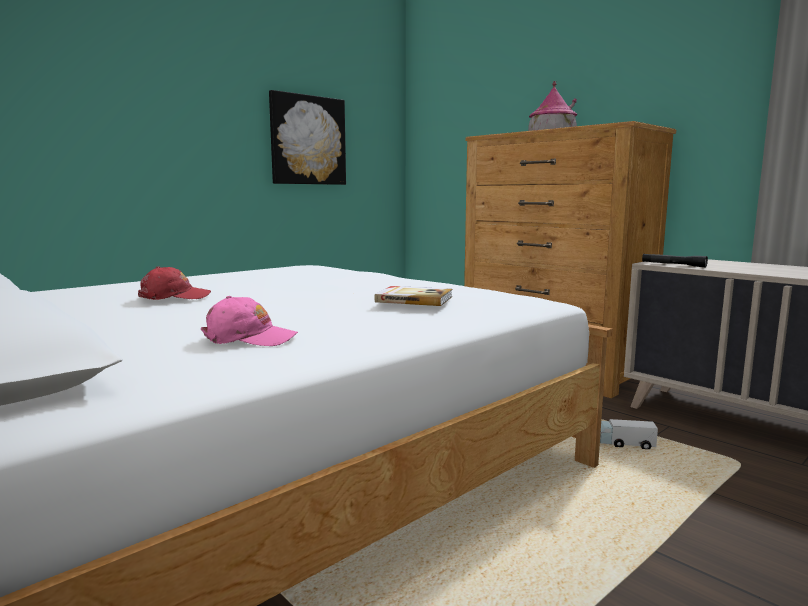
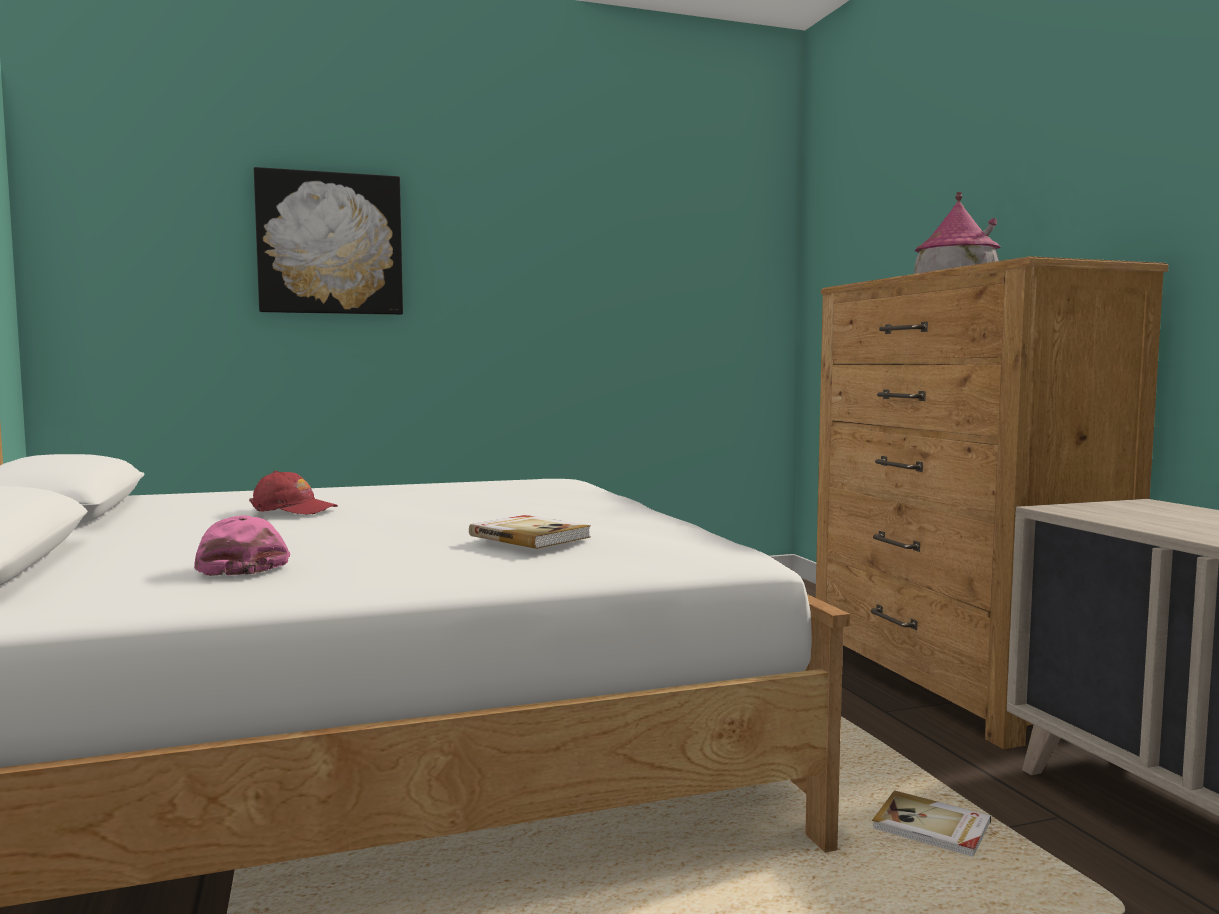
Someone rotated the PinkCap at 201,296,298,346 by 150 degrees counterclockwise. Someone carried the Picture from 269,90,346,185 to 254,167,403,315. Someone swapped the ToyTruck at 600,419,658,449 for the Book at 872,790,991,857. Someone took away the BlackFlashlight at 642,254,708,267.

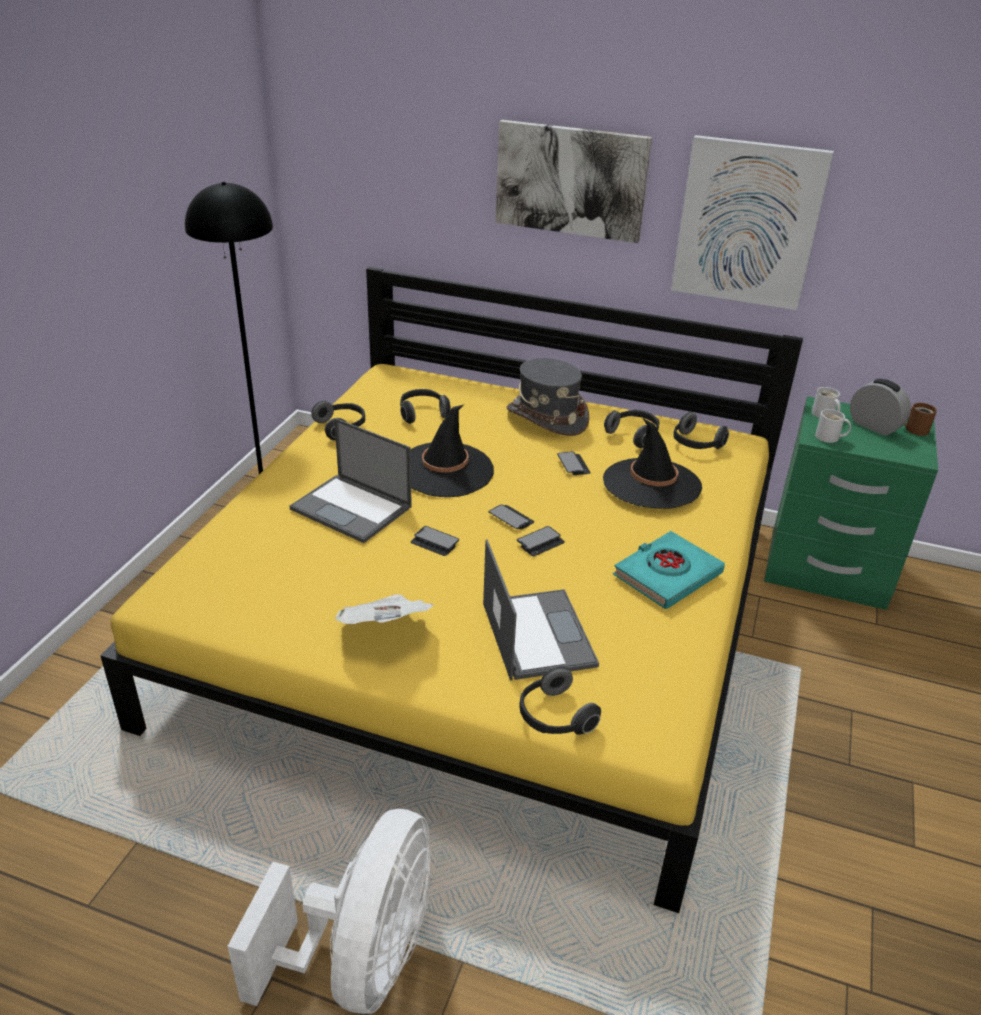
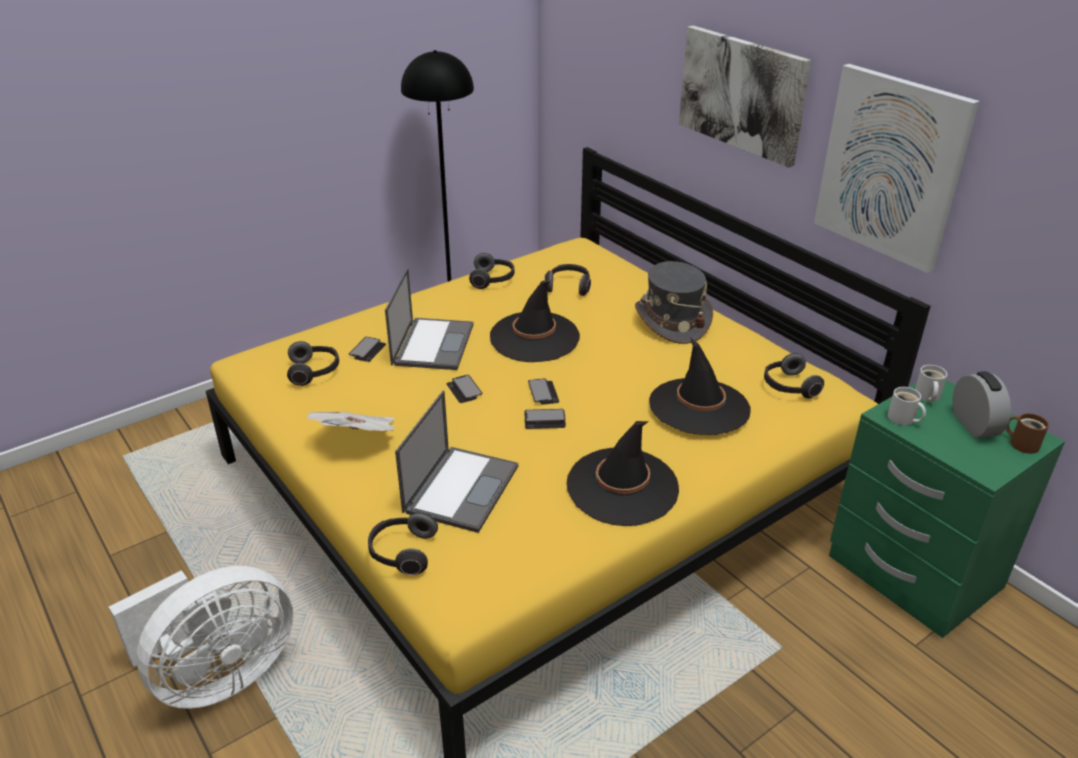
Someone carried the Headphones from 604,410,659,448 to 287,341,339,386. Someone carried the Phone from 557,452,591,475 to 349,337,386,362. Someone rotated the Laptop at 290,418,412,543 by 150 degrees counterclockwise. Someone swapped the TurquoiseBook at 613,531,725,609 for the BlackHat at 567,421,679,526.

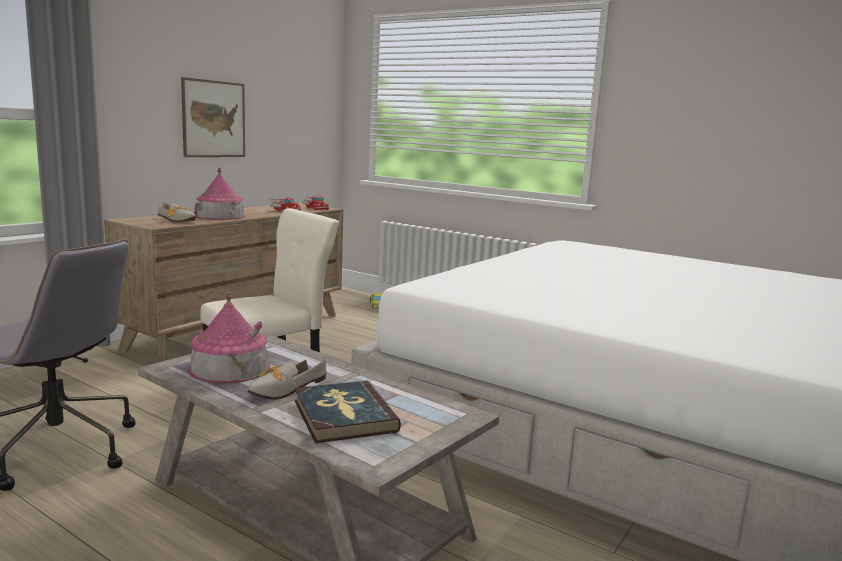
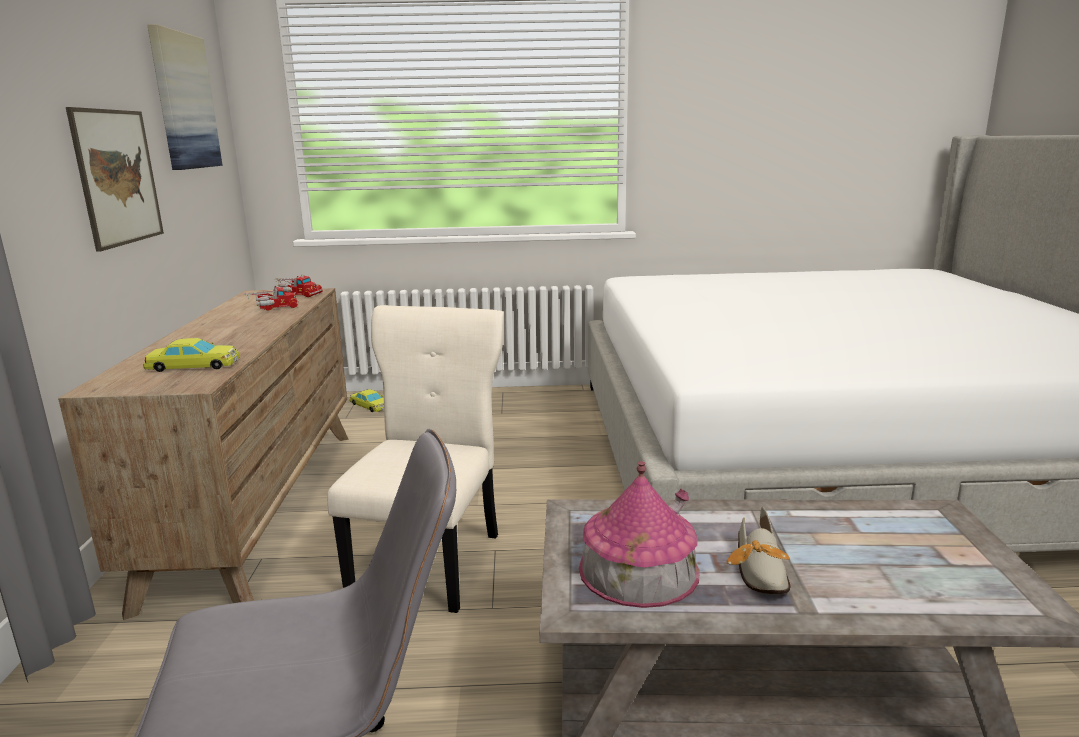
Someone swapped the Shoe at 157,202,196,222 for the YellowToyCar at 143,338,240,372. Someone put up the Picture at 147,24,223,170. Someone took away the ToyHouse at 194,168,245,220. Someone took away the Book at 294,381,401,443.

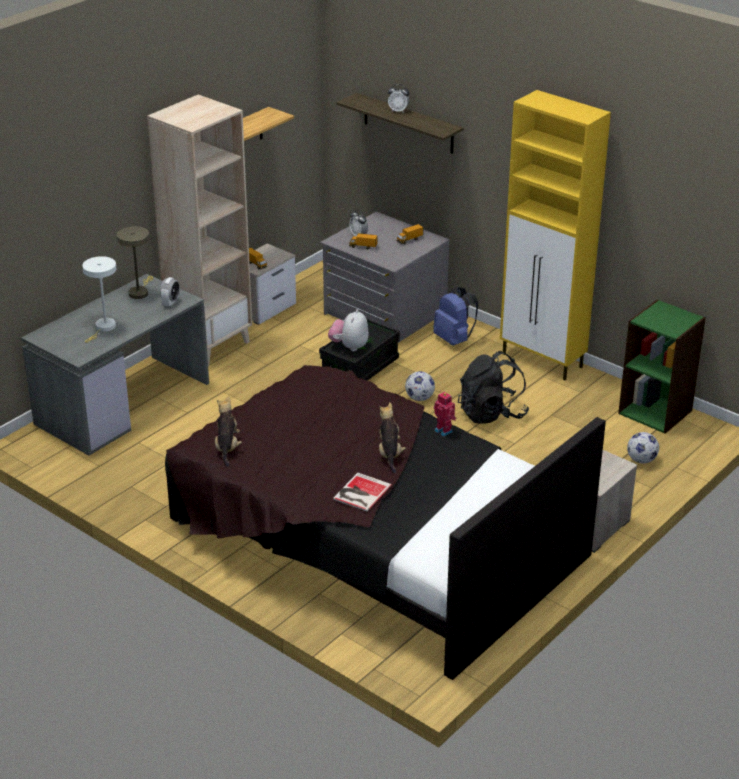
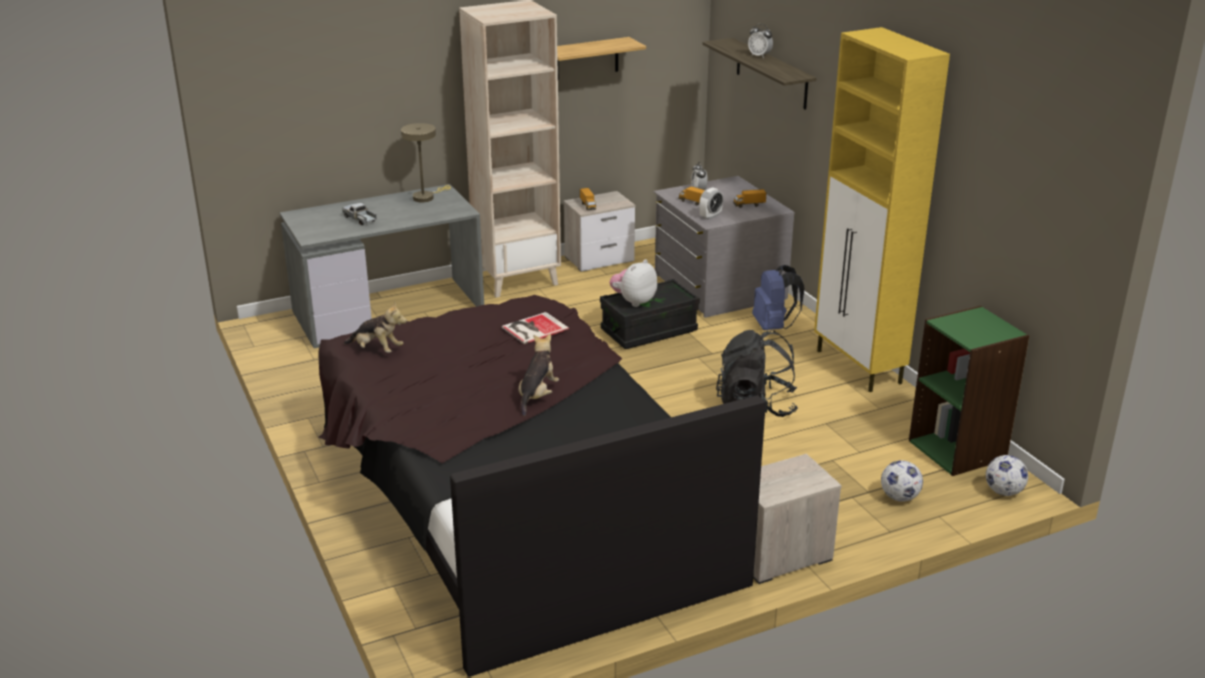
Someone swapped the WhiteTableLamp at 82,256,117,343 for the ToyTruck at 342,203,377,225. Someone rotated the PlushToy at 215,396,242,467 by 90 degrees clockwise. Someone carried the Book from 333,473,392,512 to 502,312,569,344. Someone carried the AlarmClock from 160,277,180,307 to 699,187,723,220. Someone carried the Football from 405,371,435,401 to 986,455,1028,496. Someone took away the ToyRobot at 434,392,457,437.

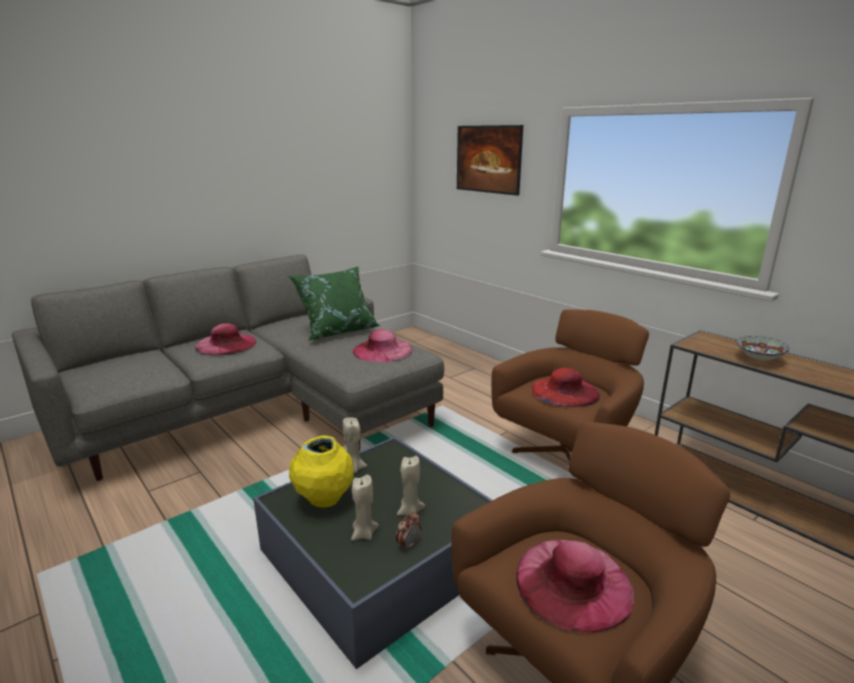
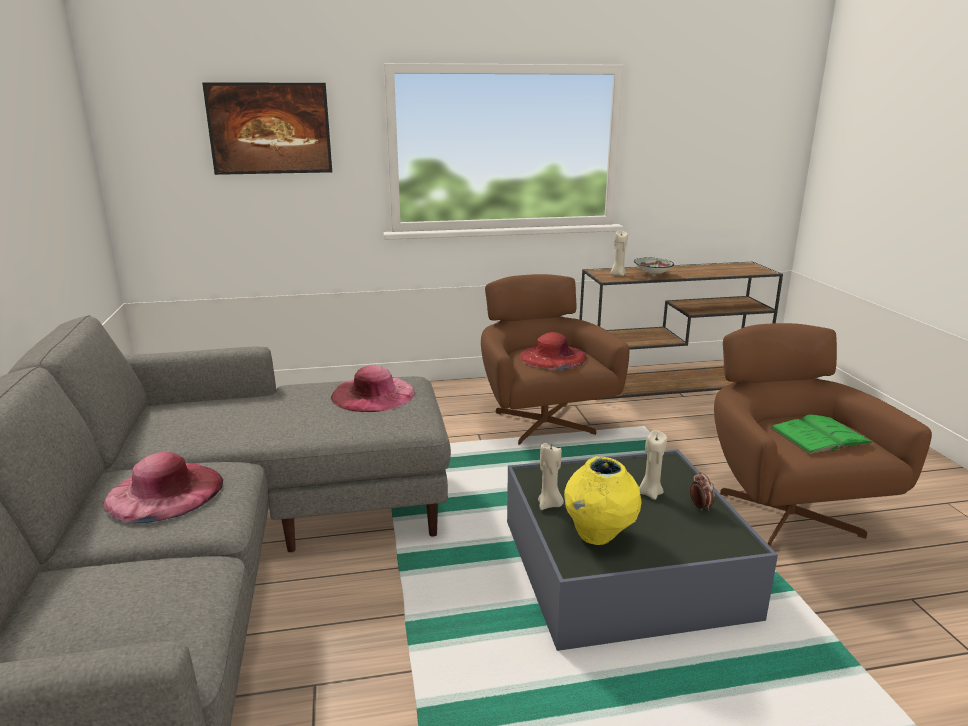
Someone carried the BeigeCandle from 351,475,379,541 to 611,230,628,276. Someone swapped the PinkHat at 516,540,634,633 for the GreenBook at 770,415,874,454. Someone took away the GreenPillow at 289,267,381,341.

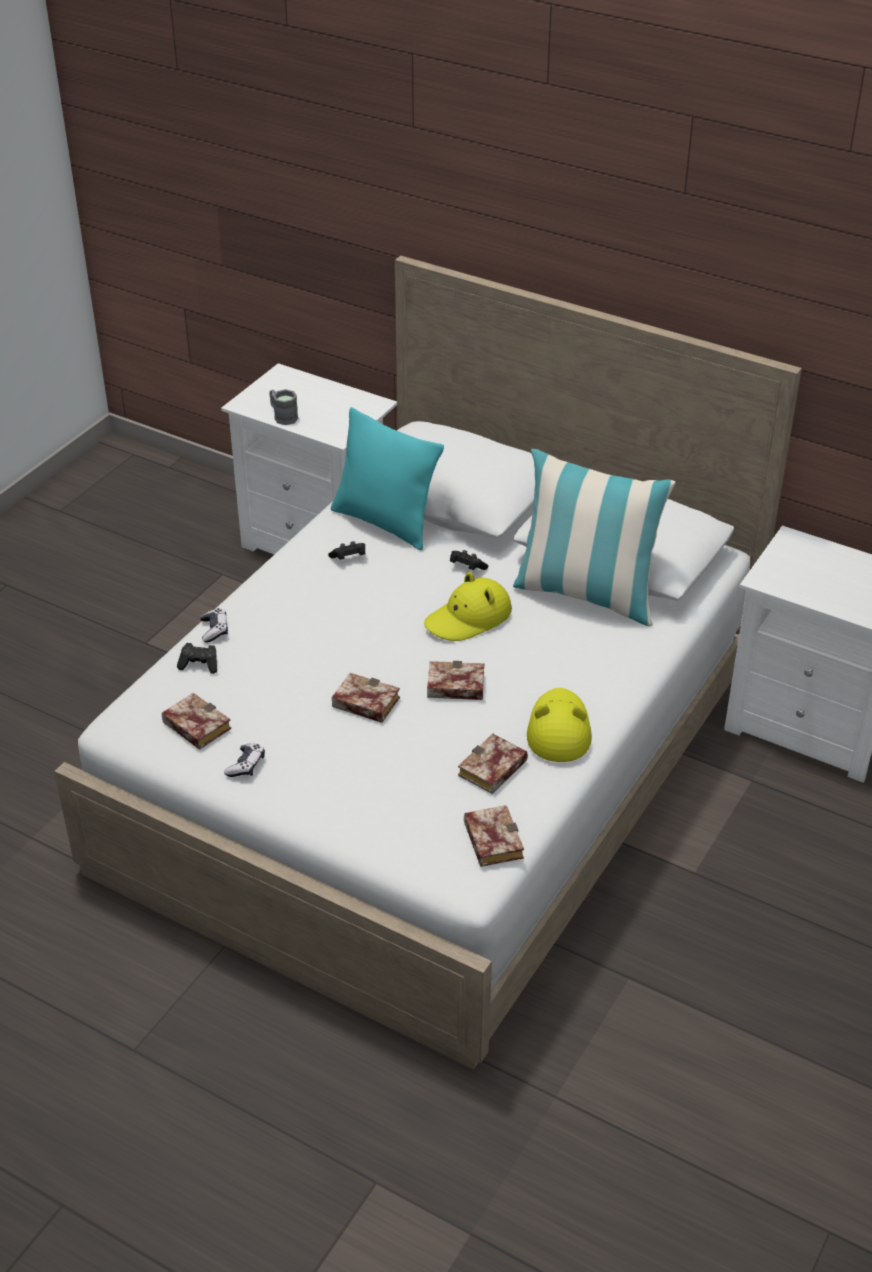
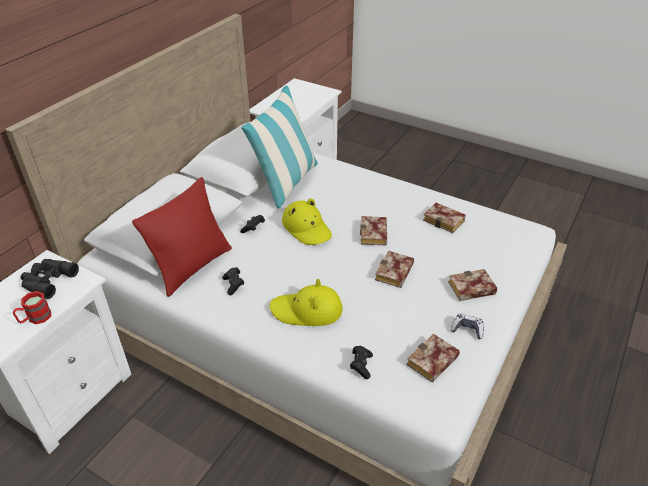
Someone repainted the GreyMug at 269,389,298,425, which became the RedMug at 13,291,51,324. Someone put down the BlackBinoculars at 21,259,79,299. Someone repainted the TurquoisePillow at 331,407,444,551, which became the RedPillow at 132,177,232,297. Someone carried the YellowHat from 527,688,592,762 to 270,279,343,326. Someone carried the Book from 464,805,524,867 to 448,269,497,301. Someone took away the GameController at 200,608,228,643.

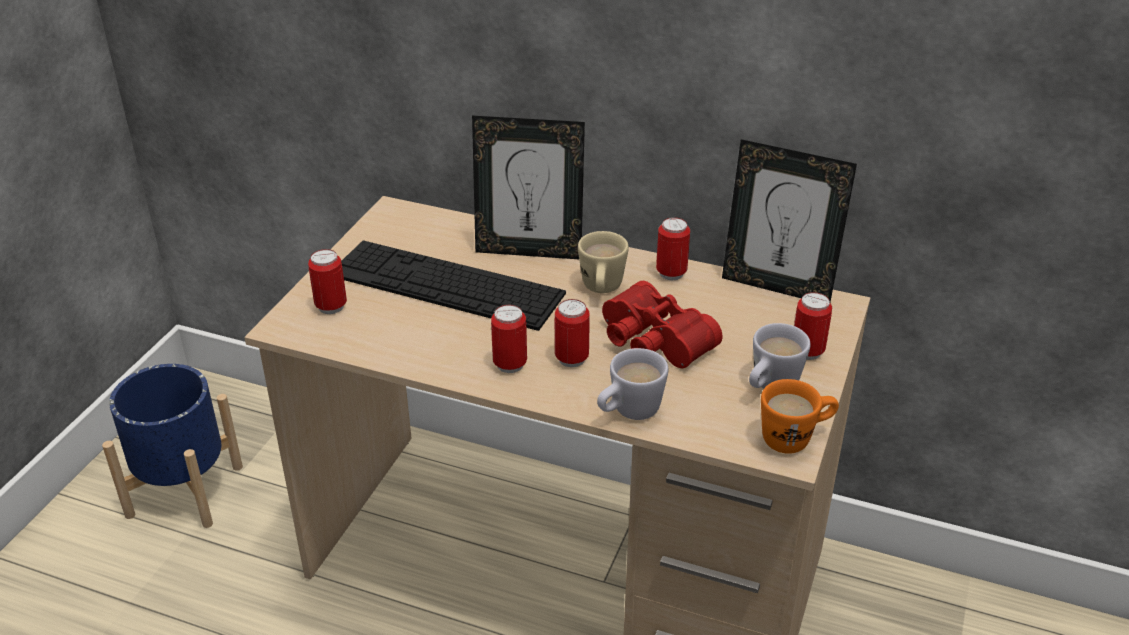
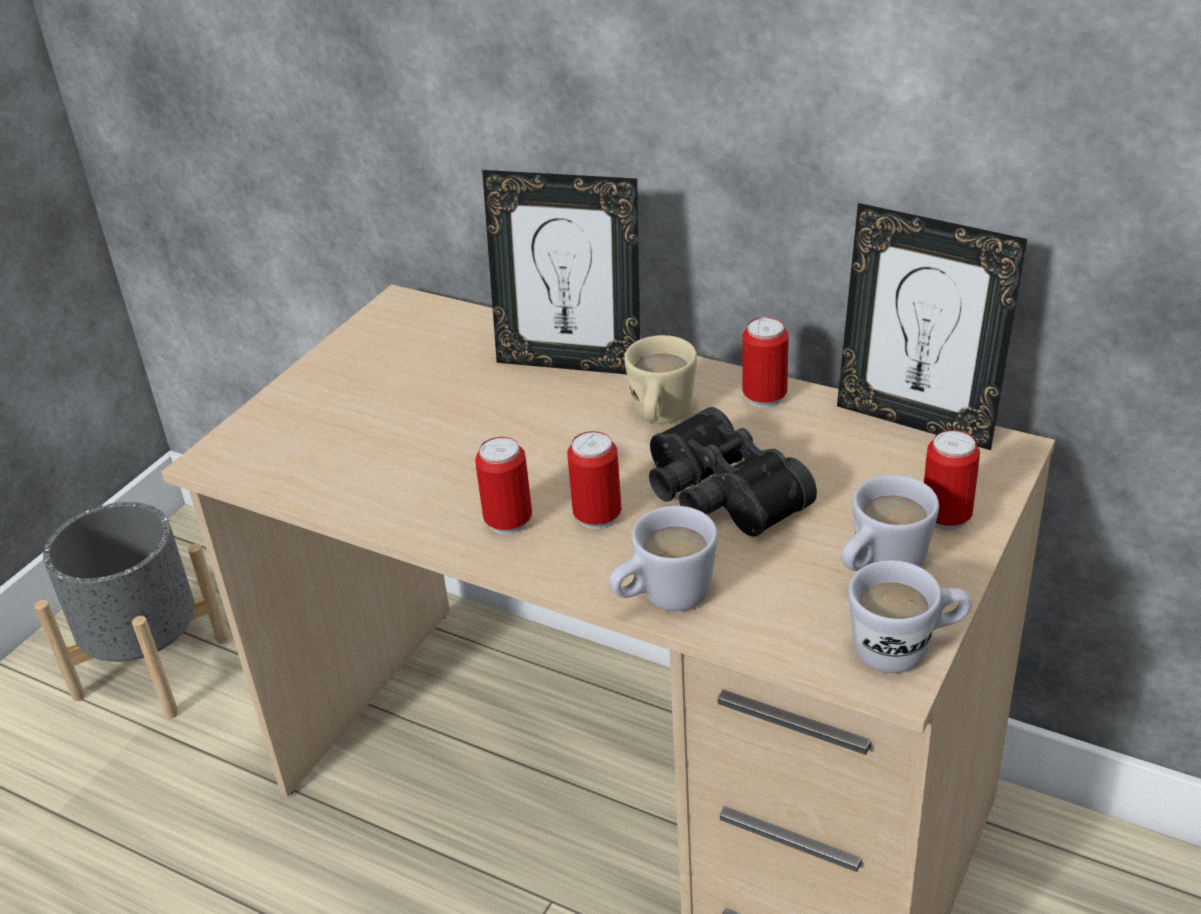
Someone repainted the BluePlanter at 102,364,243,528, which became the GreyPlanter at 34,502,229,719. Someone repainted the RedBinoculars at 602,281,722,368, which became the BlackBinoculars at 649,407,817,537. Someone repainted the OrangeMug at 761,379,839,454, which became the WhiteMug at 848,560,971,673. Someone took away the Can at 308,249,347,314. Someone took away the Keyboard at 341,241,566,331.

